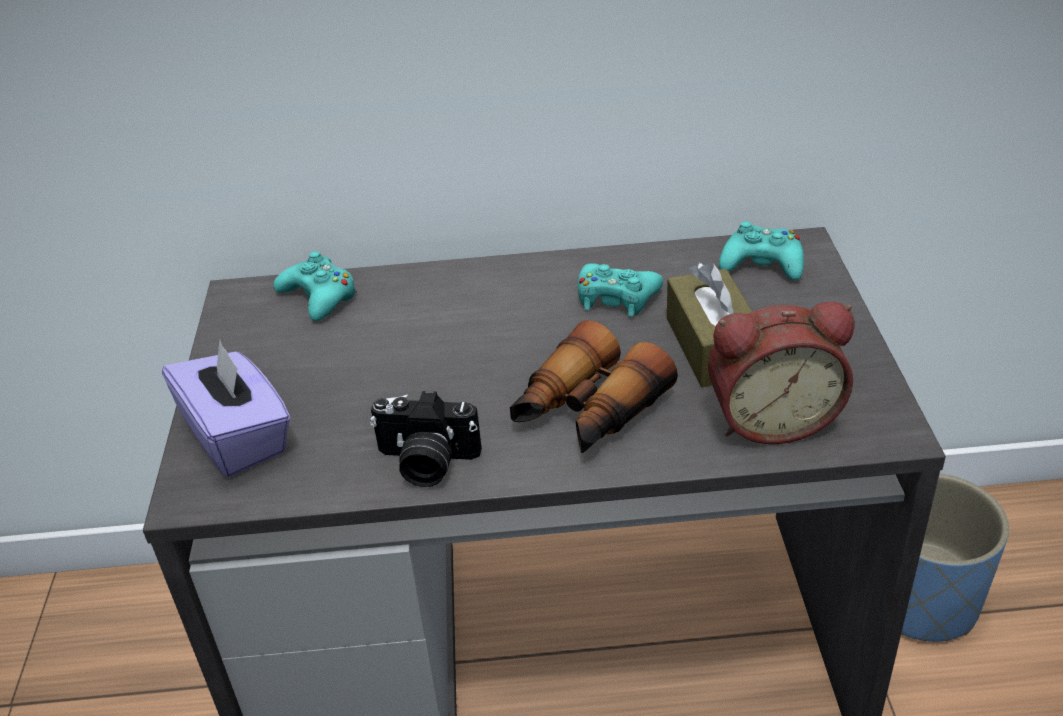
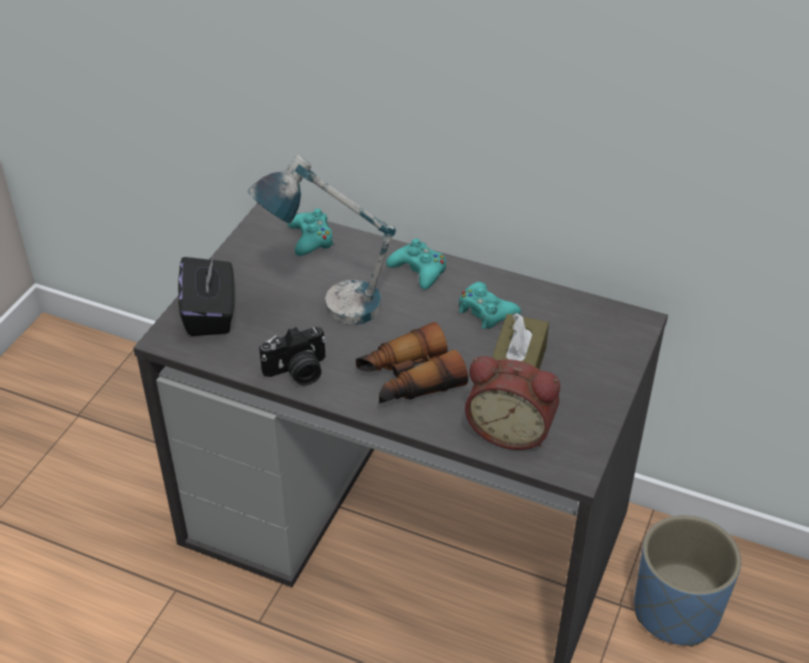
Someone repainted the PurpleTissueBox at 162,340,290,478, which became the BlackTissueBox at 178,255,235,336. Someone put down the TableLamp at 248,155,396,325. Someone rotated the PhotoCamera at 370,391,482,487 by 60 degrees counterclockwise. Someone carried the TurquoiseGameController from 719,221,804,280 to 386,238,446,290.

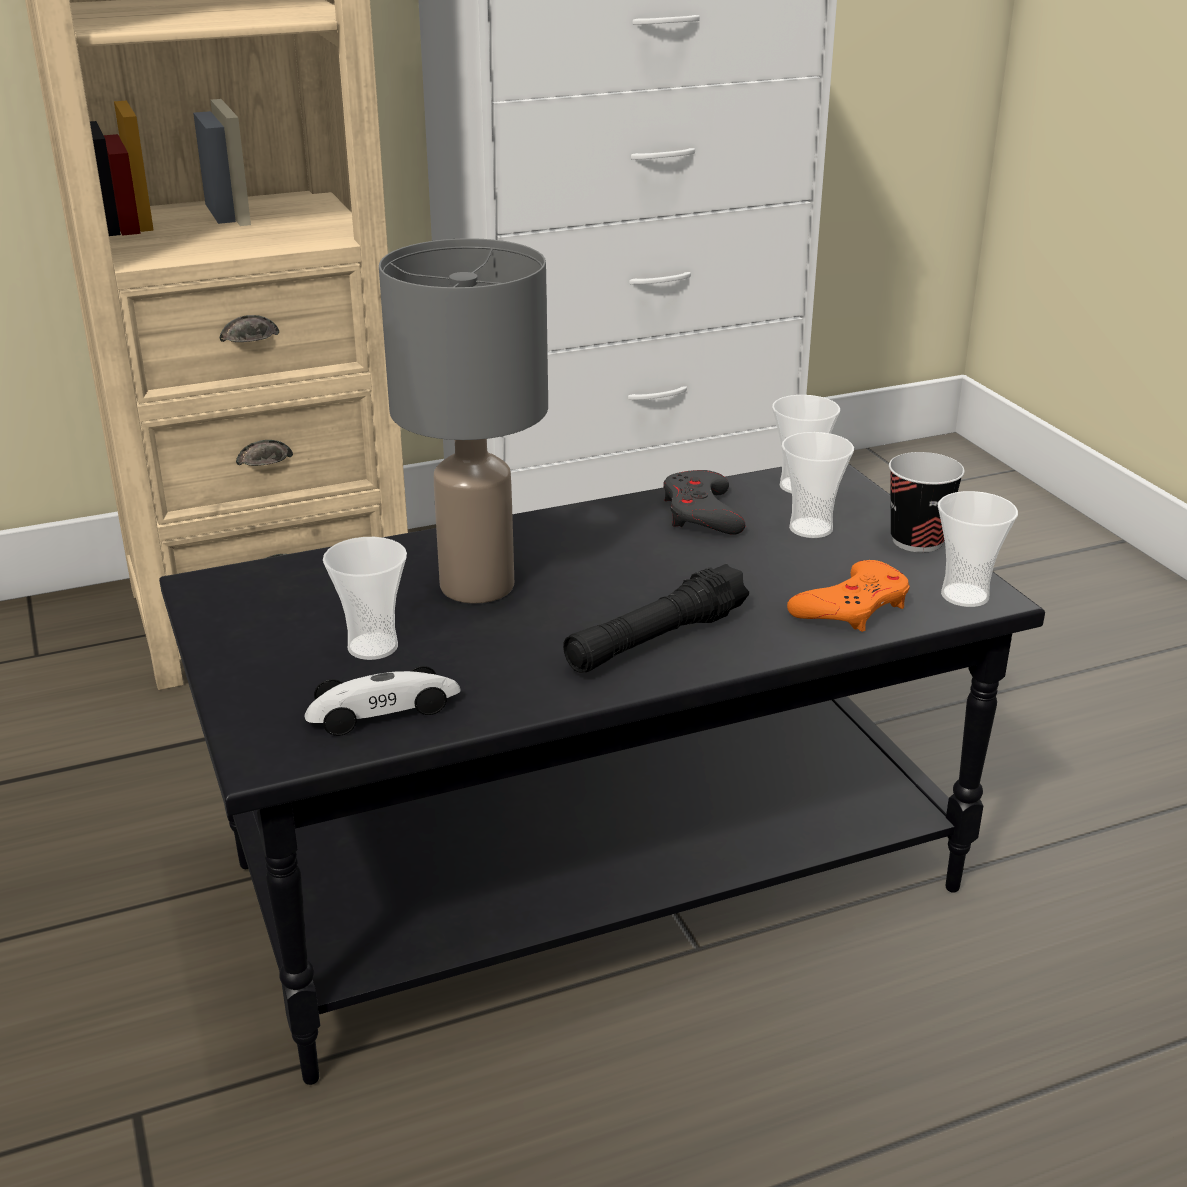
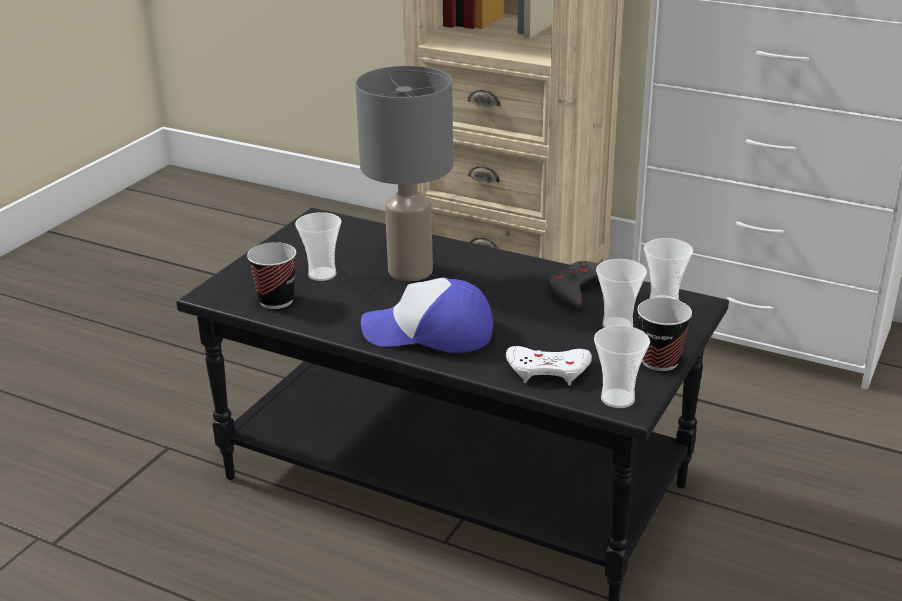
Someone swapped the ToyCar at 304,666,461,736 for the Cup at 247,242,296,309. Someone swapped the BlackFlashlight at 563,564,749,673 for the Cap at 361,277,493,353. Someone repainted the OrangeGameController at 787,560,910,632, which became the WhiteGameController at 506,346,592,385.

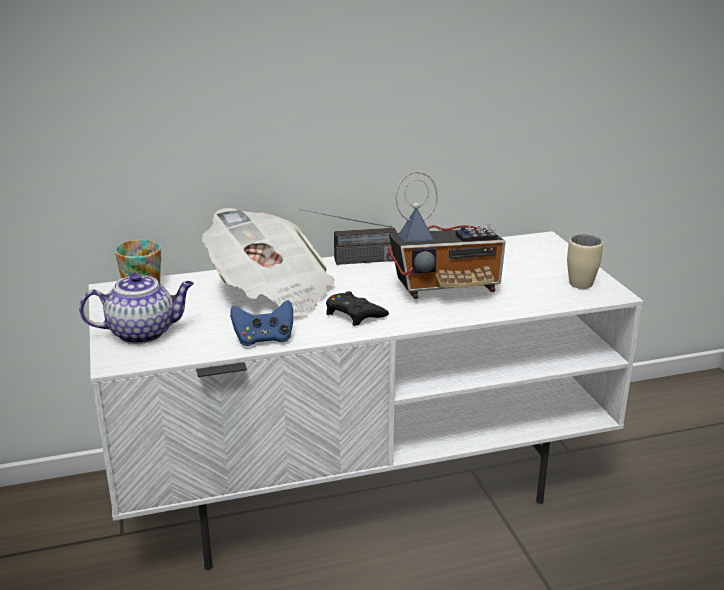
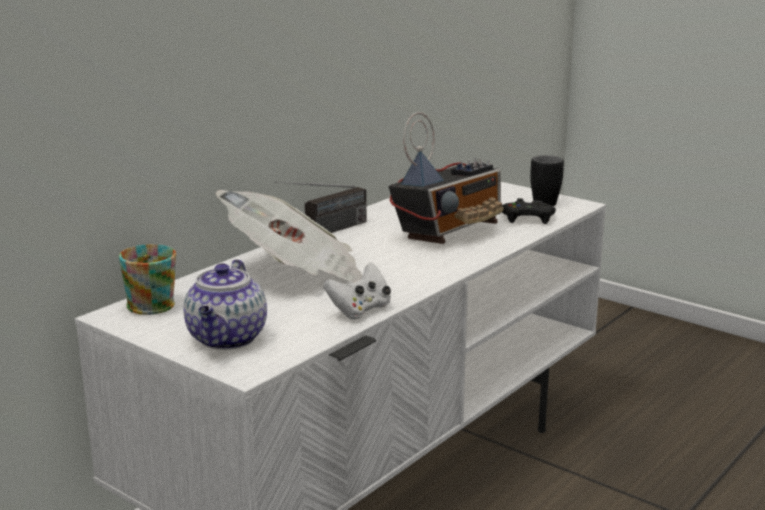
Someone rotated the Teapot at 79,273,194,344 by 150 degrees clockwise. Someone repainted the BlueGameController at 230,300,293,346, which became the WhiteGameController at 323,262,391,319. Someone carried the BlackGameController from 326,291,389,326 to 502,198,556,224. Someone repainted the BeigeMug at 567,235,603,289, which became the BlackMug at 530,155,564,206.

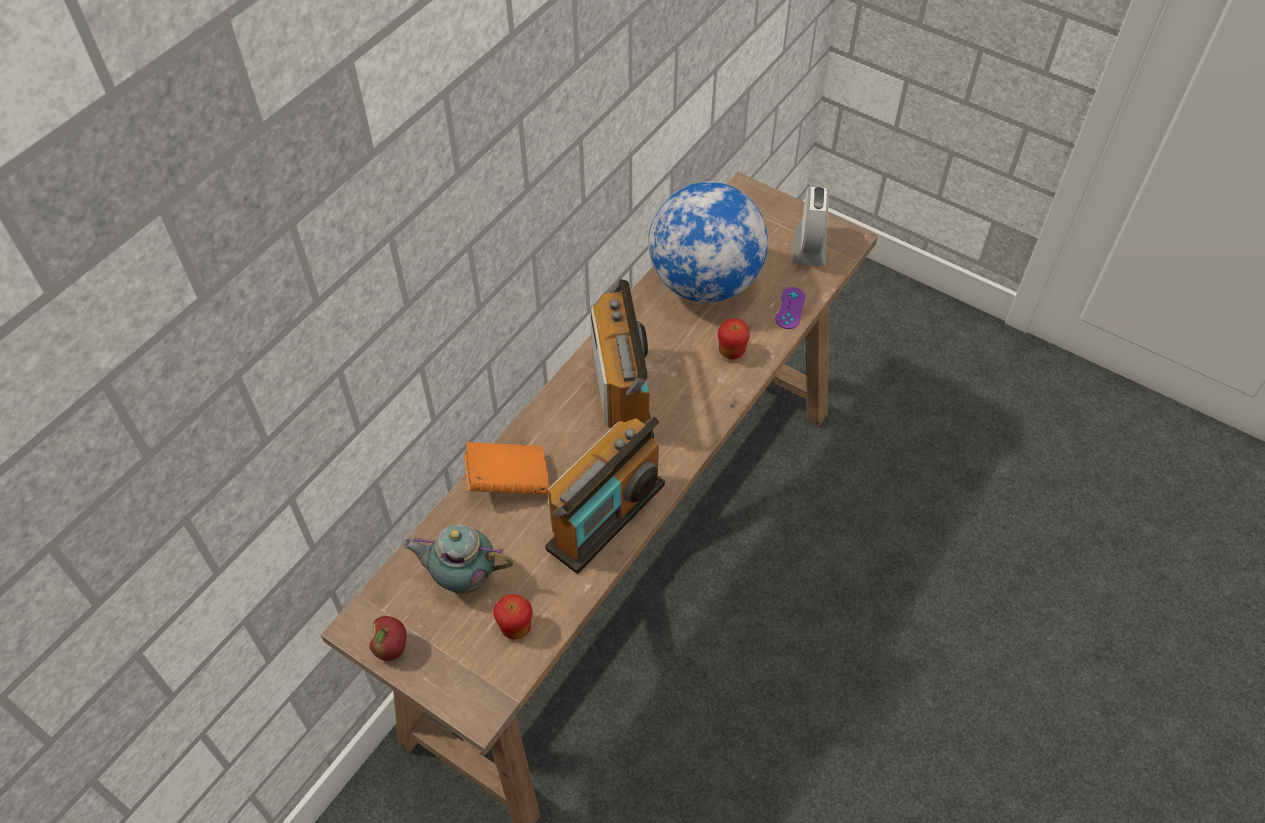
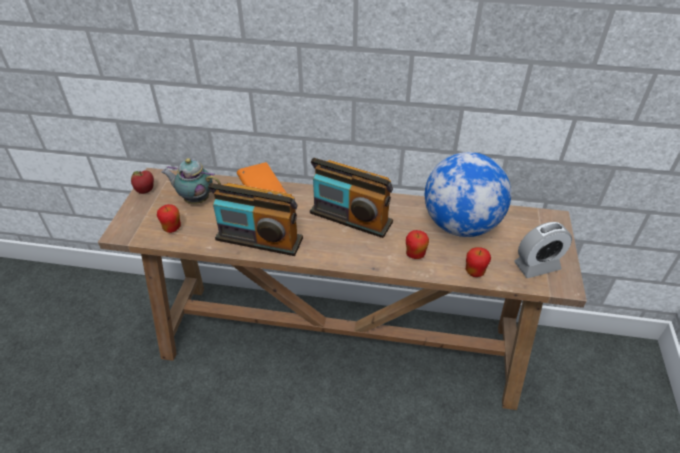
Someone rotated the Teapot at 402,524,513,594 by 60 degrees counterclockwise. Someone rotated the Radio at 591,279,654,439 by 60 degrees clockwise. Someone swapped the PurpleGameController at 775,287,805,329 for the Apple at 466,247,491,277.

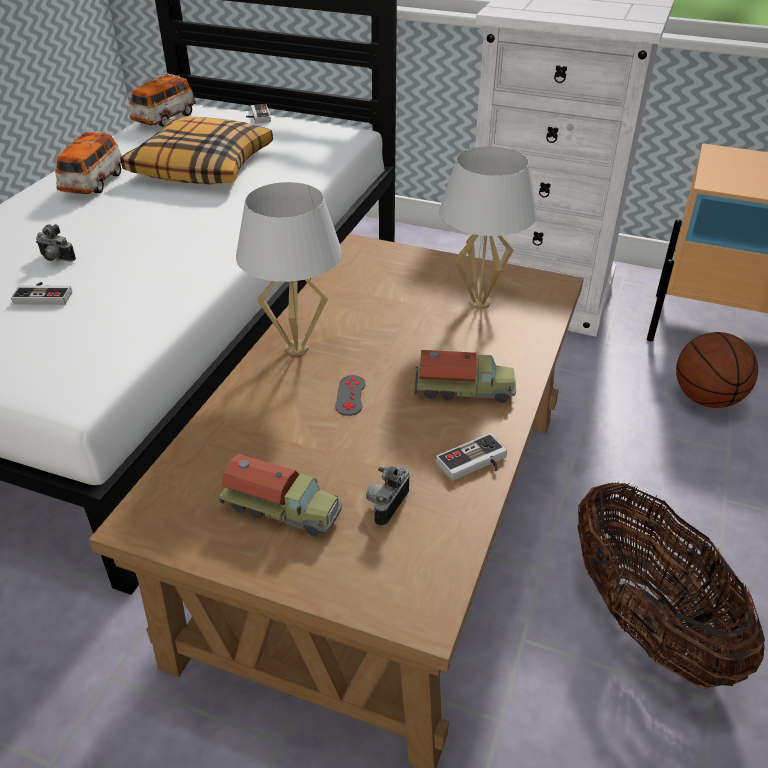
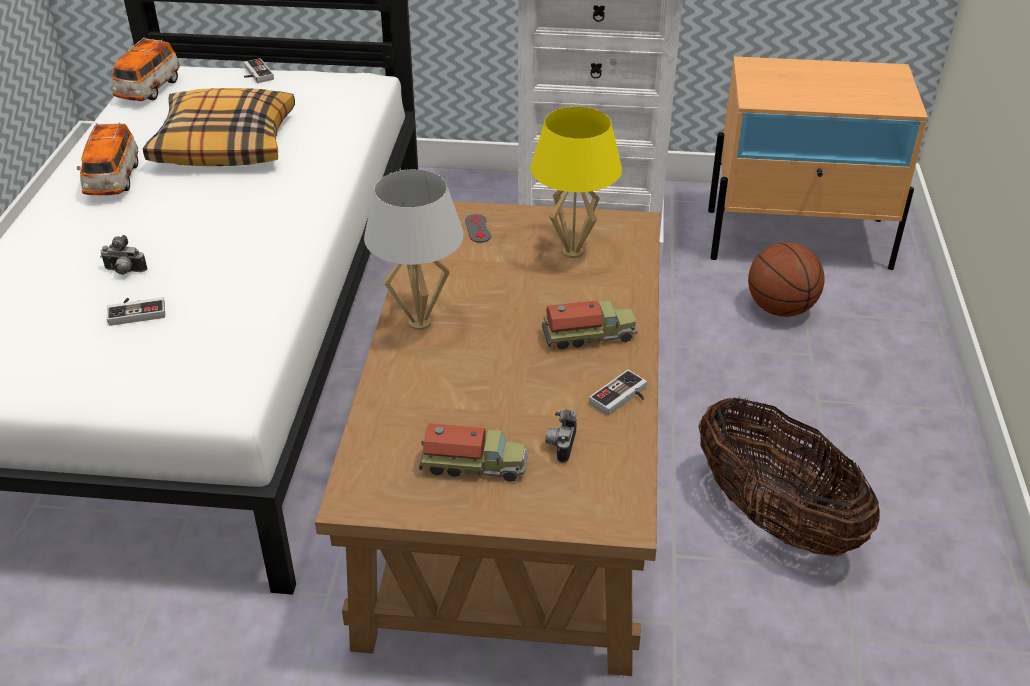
Someone carried the GreyGameController from 335,375,366,416 to 465,214,491,243. Someone repainted the WhiteTableLamp at 439,146,537,309, which became the YellowTableLamp at 531,107,622,258.

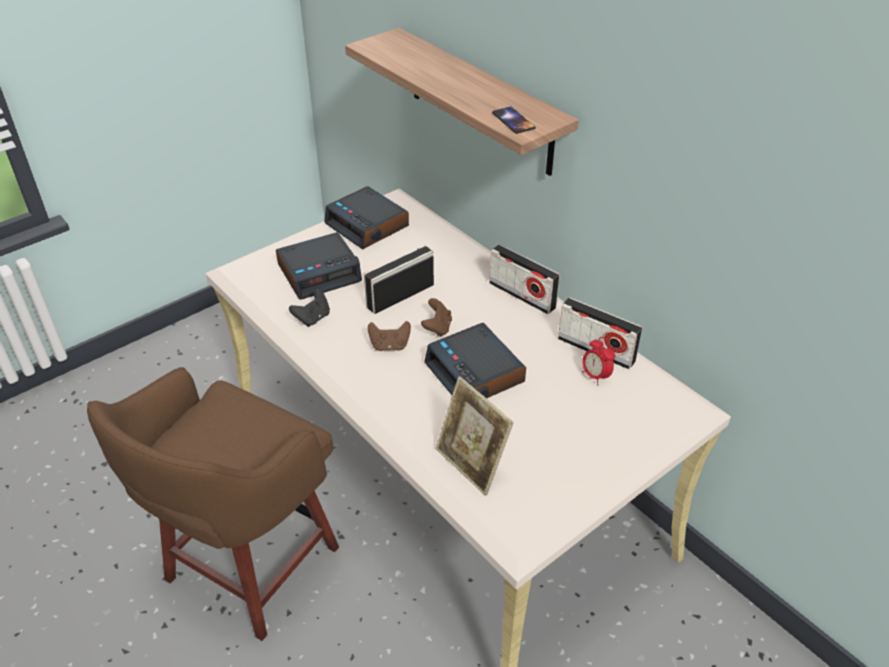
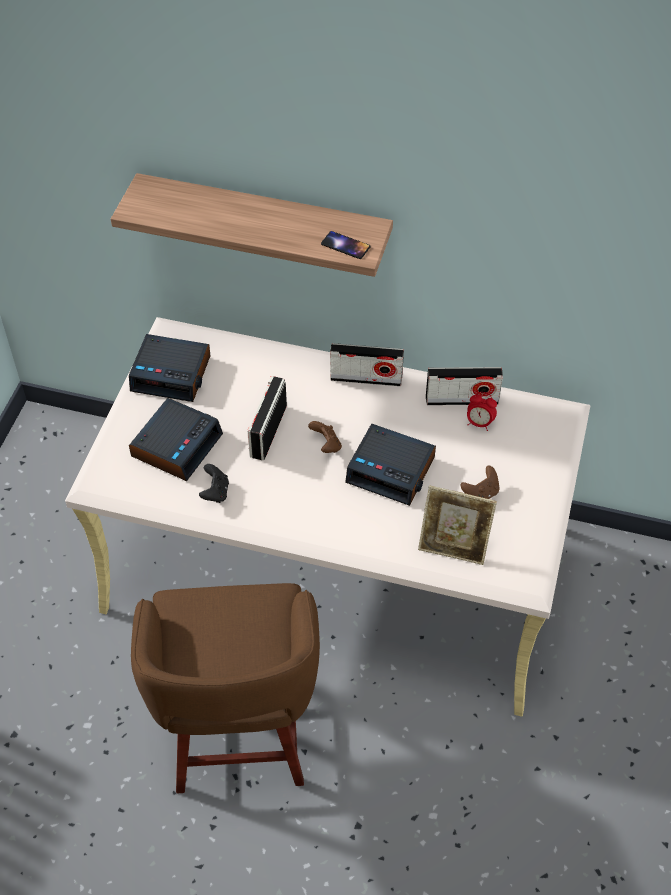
Someone carried the BrownGameController from 368,321,411,351 to 461,466,499,499.

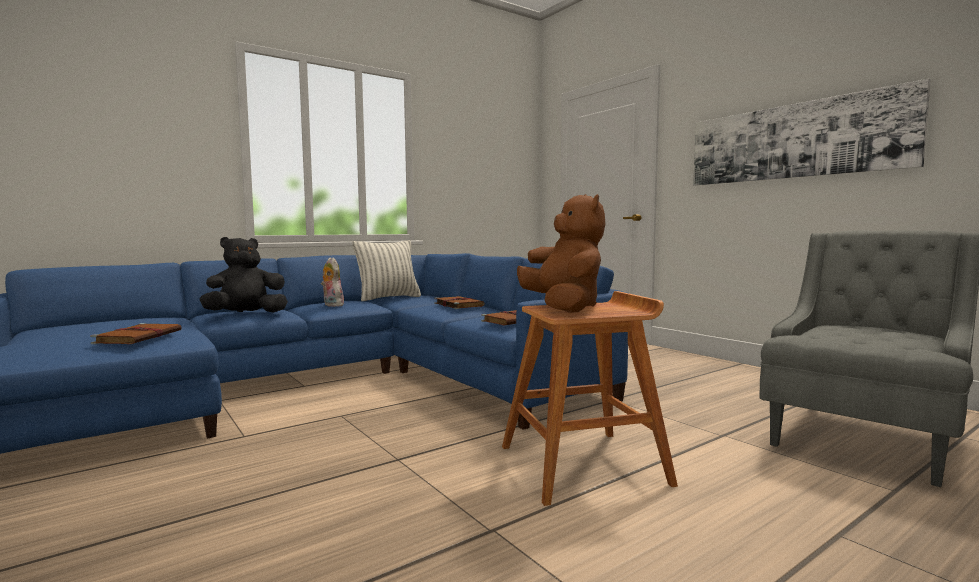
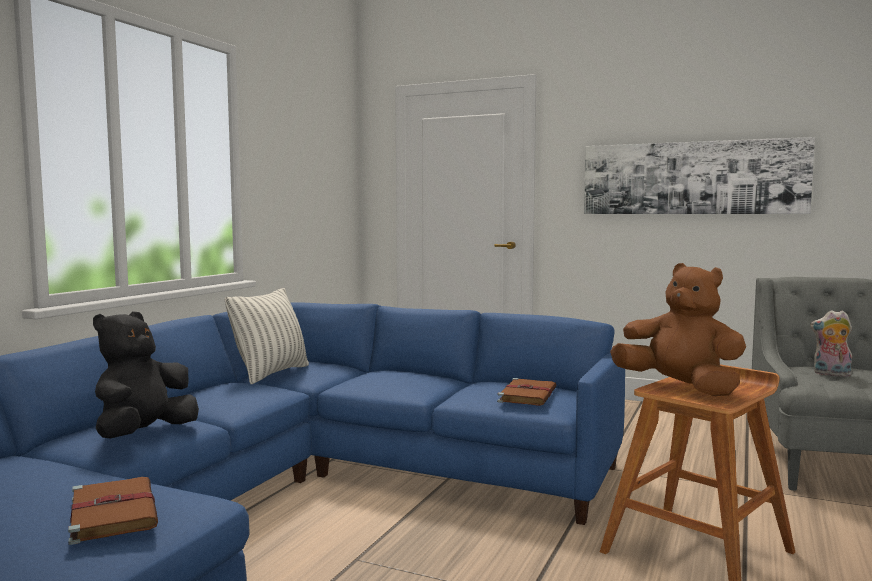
Someone carried the PlushToy from 321,257,344,307 to 810,310,852,377. Someone took away the BrownBook at 434,296,485,309.

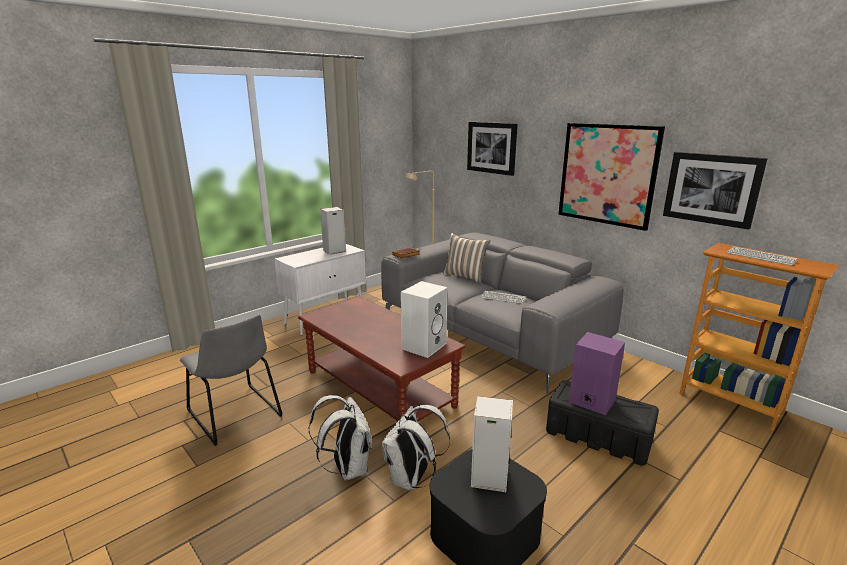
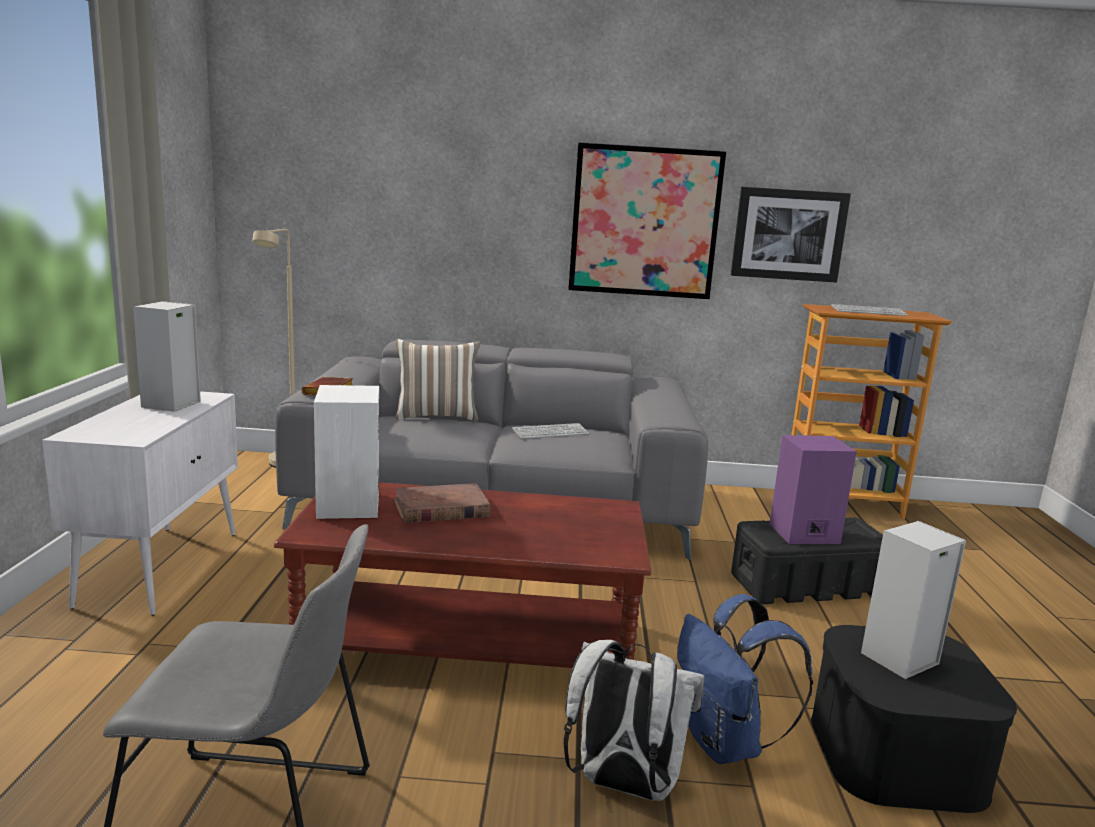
Someone carried the WhiteSpeaker from 401,281,447,358 to 314,385,379,519. Someone put down the BrownBook at 393,483,491,523. Someone repainted the WhiteBackpack at 382,405,450,491, which became the BlueBackpack at 677,594,813,764. Someone took away the Picture at 467,122,518,176.

